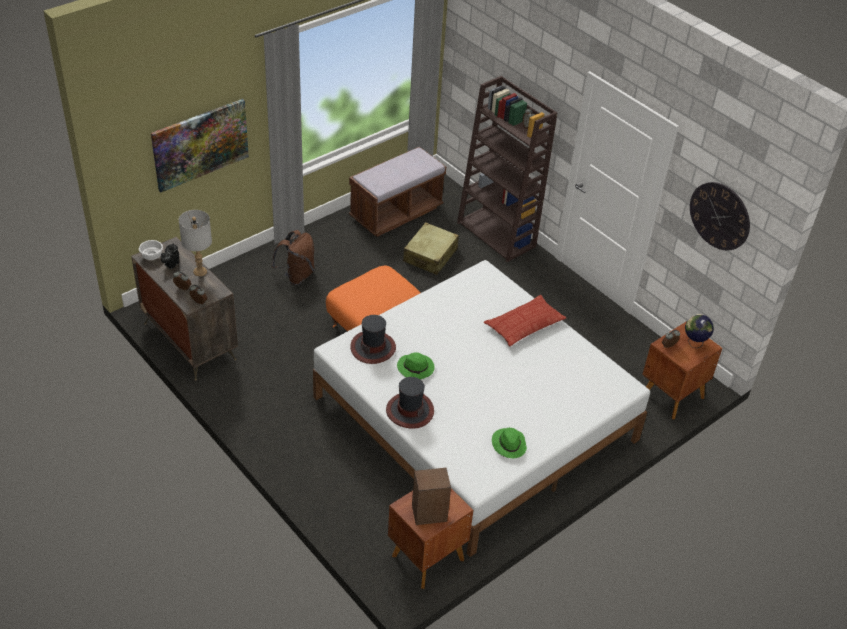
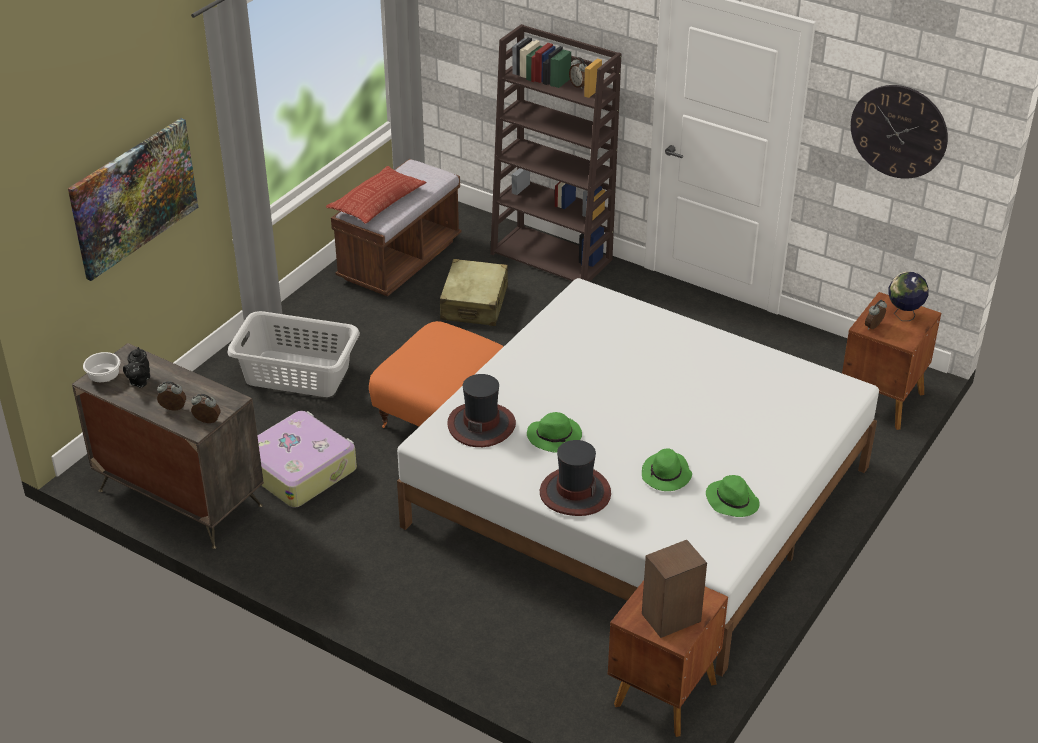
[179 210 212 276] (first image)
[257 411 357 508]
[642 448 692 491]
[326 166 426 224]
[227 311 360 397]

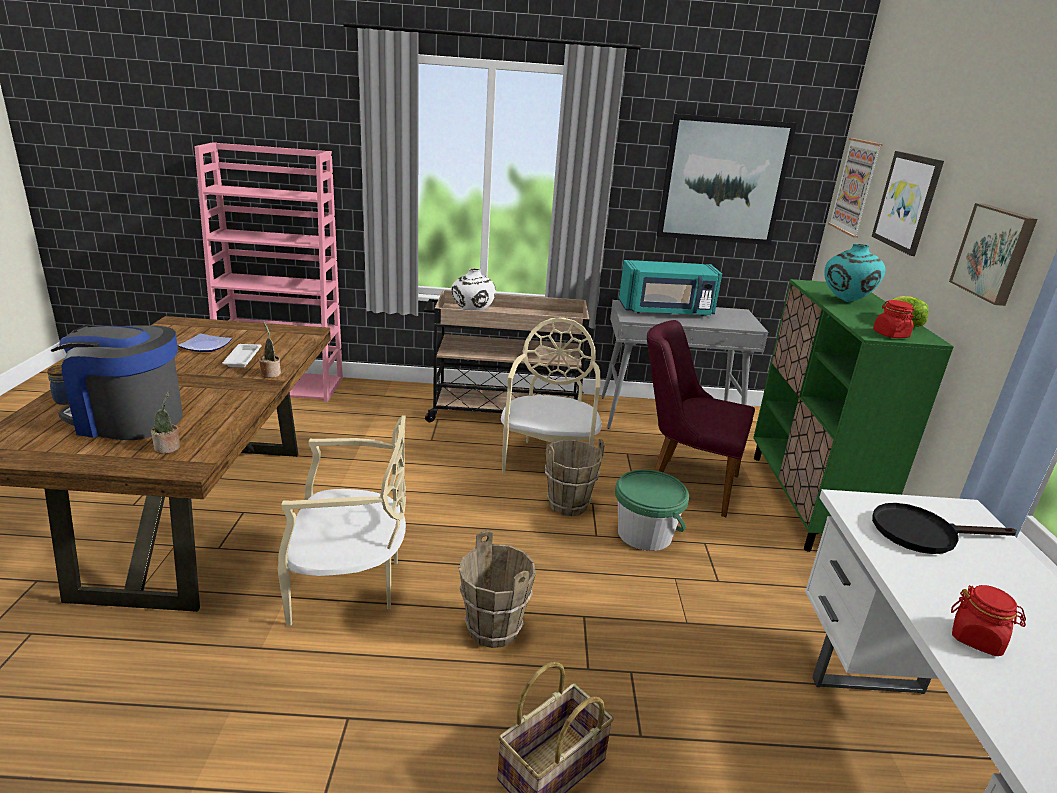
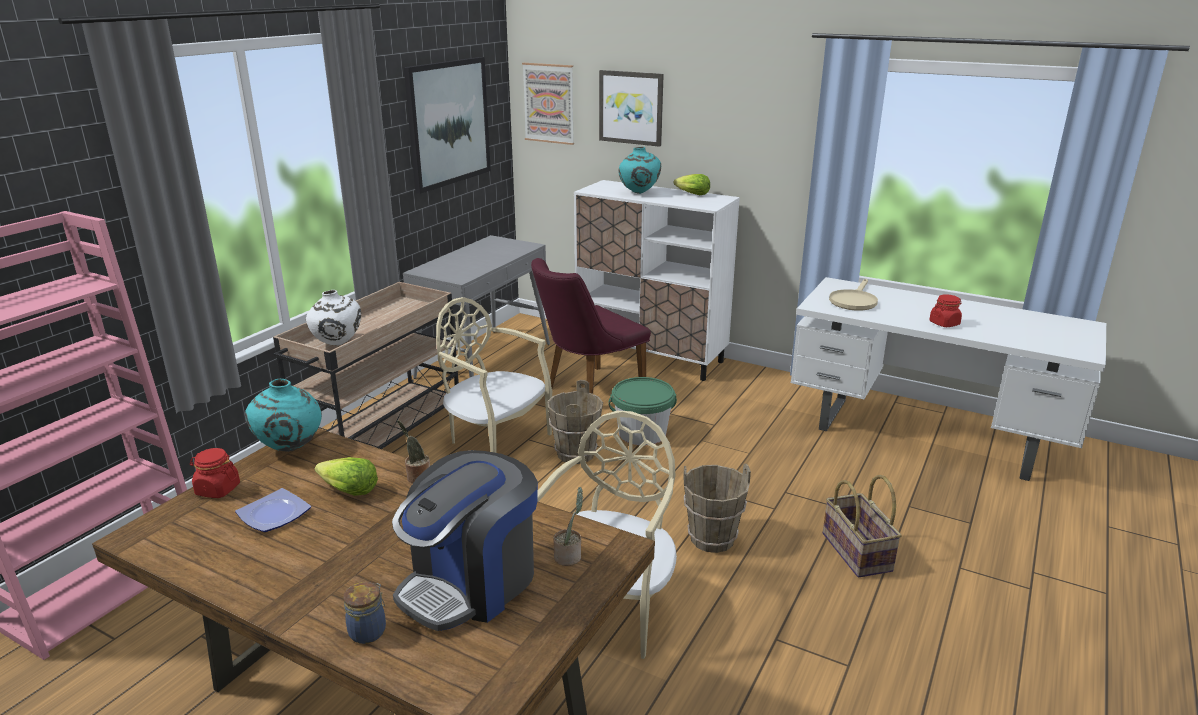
[619 260 722 316] (first image)
[949 203 1038 306] (first image)
[245 379 322 452]
[190 448 240 498]
[315 457 378 496]
[574 180 740 381]
[829 279 878 310]

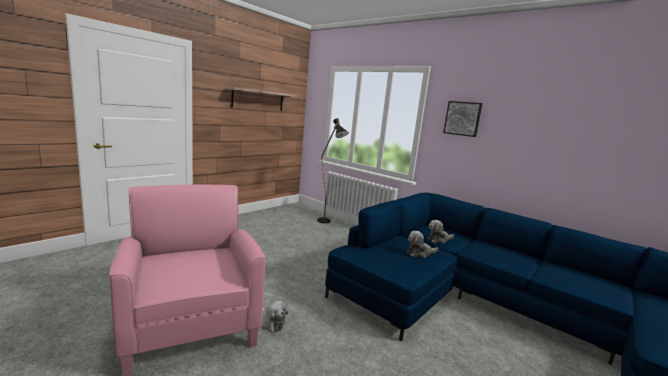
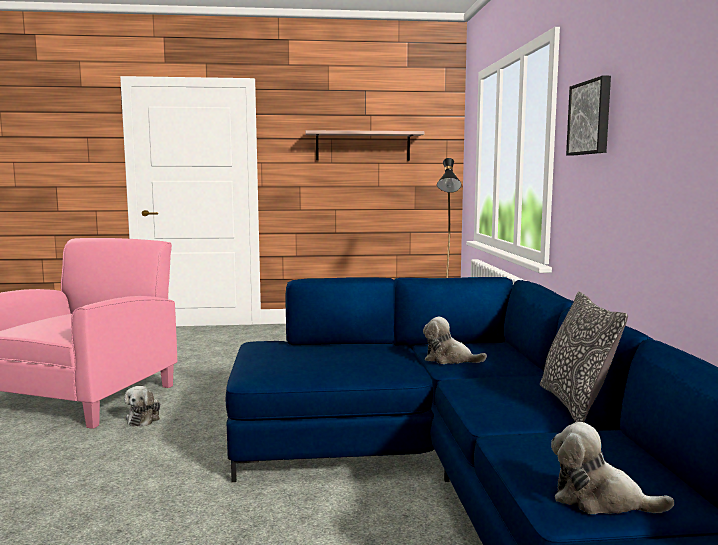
[540 292 628 422]
[551 422 674 514]

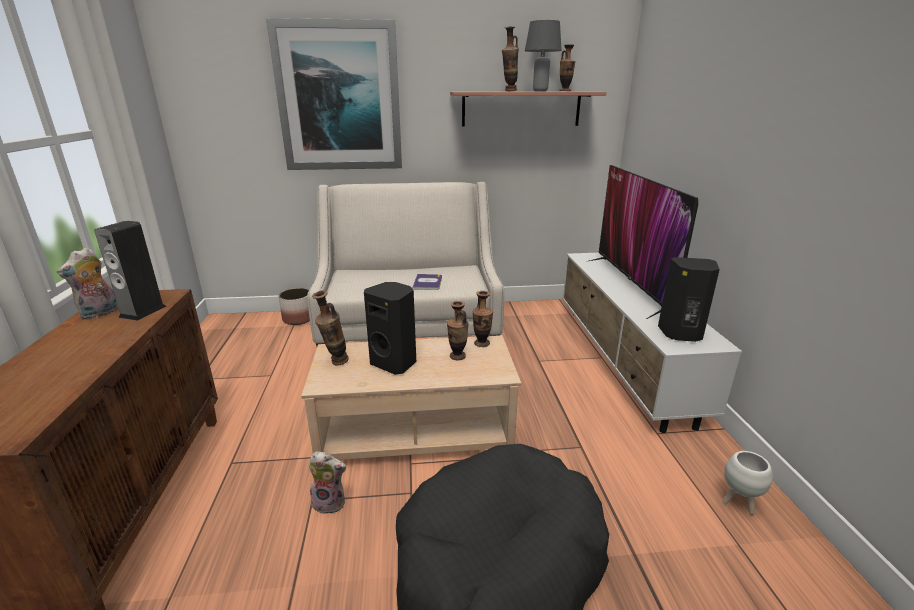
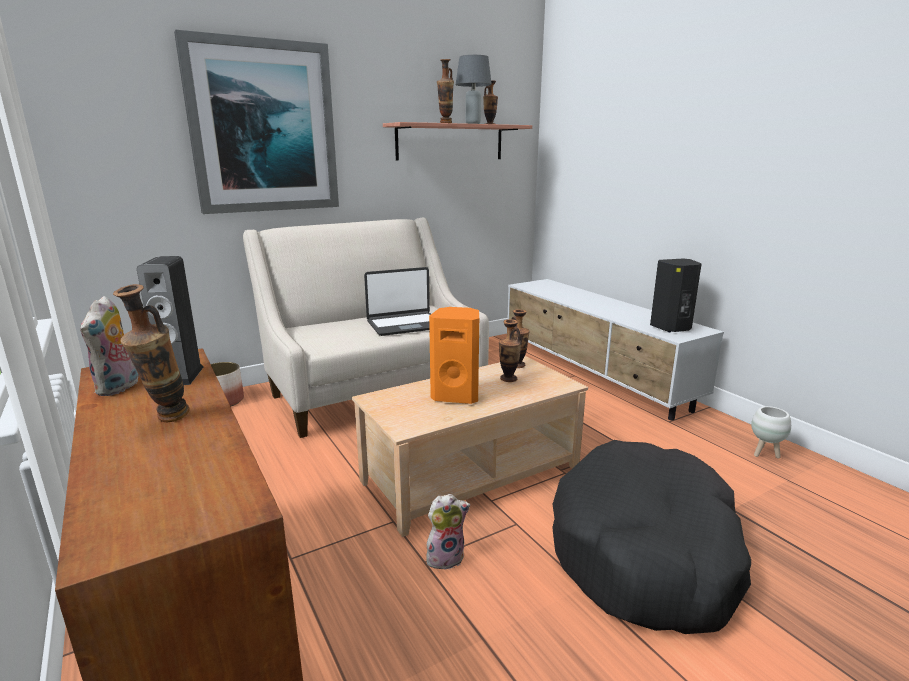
[589 165 698 319] (first image)
[113 284 190 422]
[364 267 431 336]
[429 307 479 404]

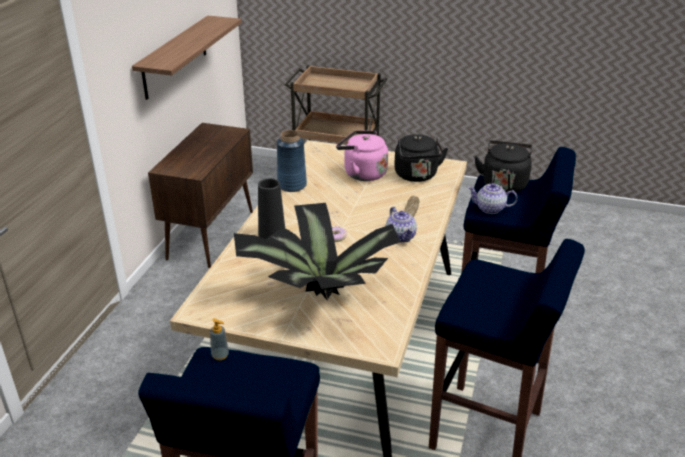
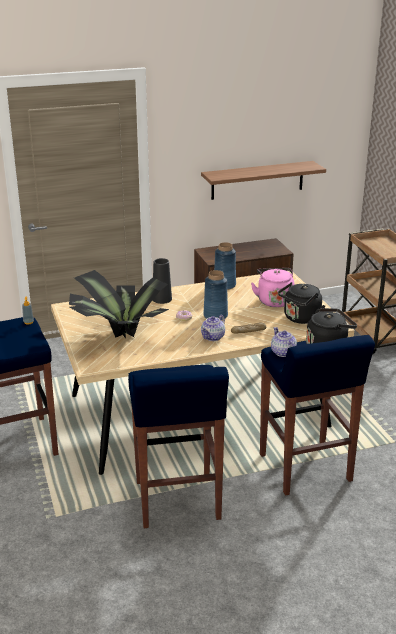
[203 270 228 321]

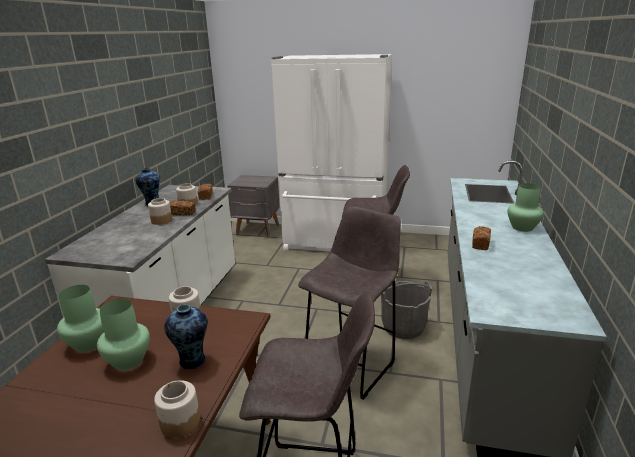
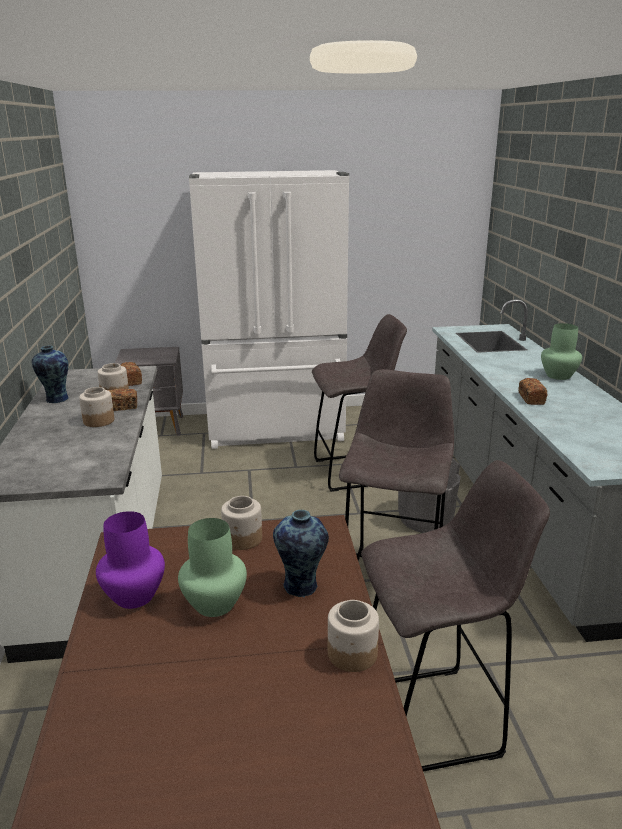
[96 511 165 609]

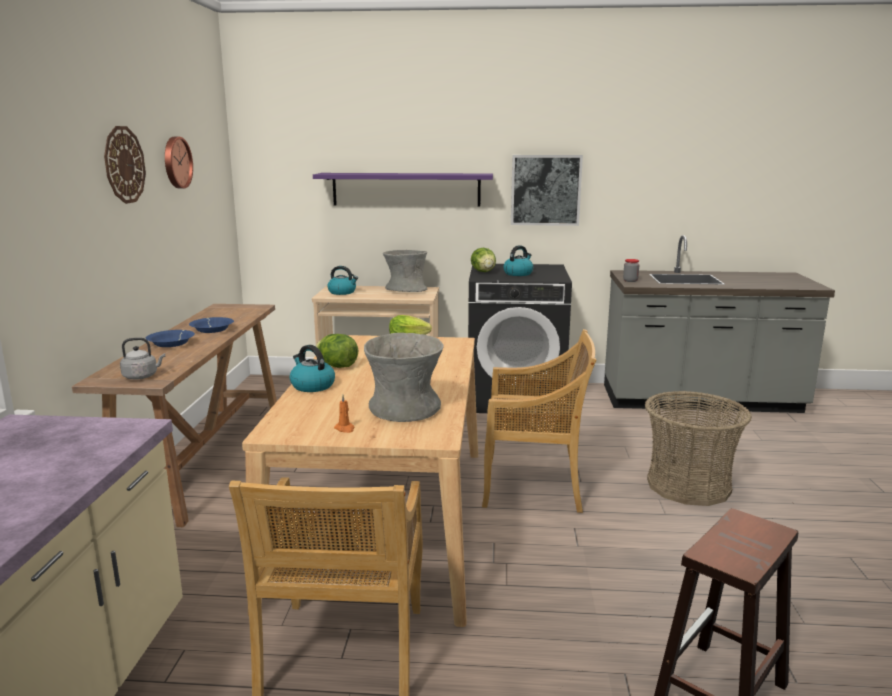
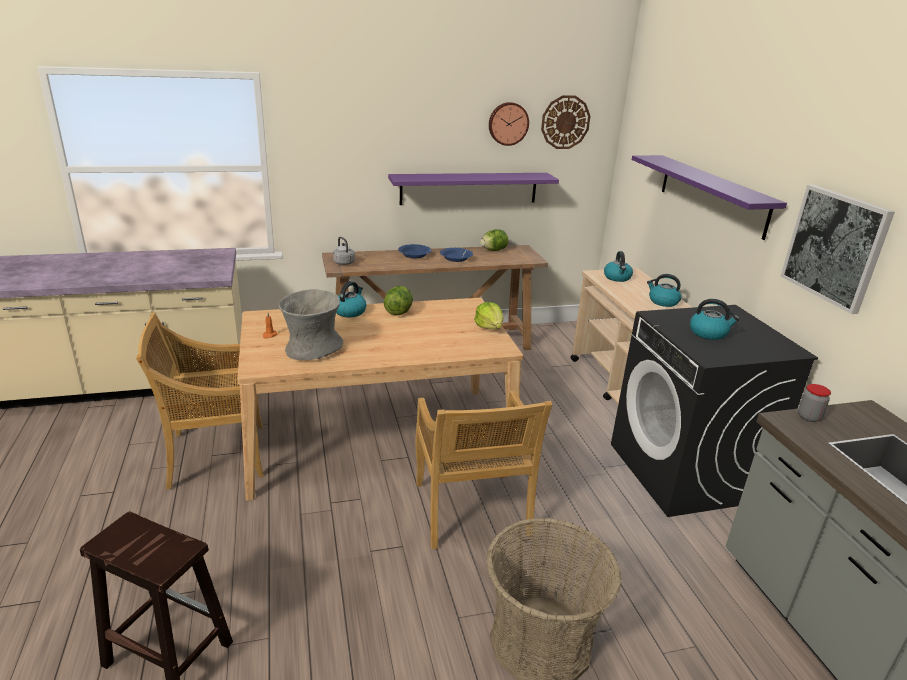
[388 173 559 205]
[541 95 591 149]
[480 229 508 251]
[647 274 681 307]

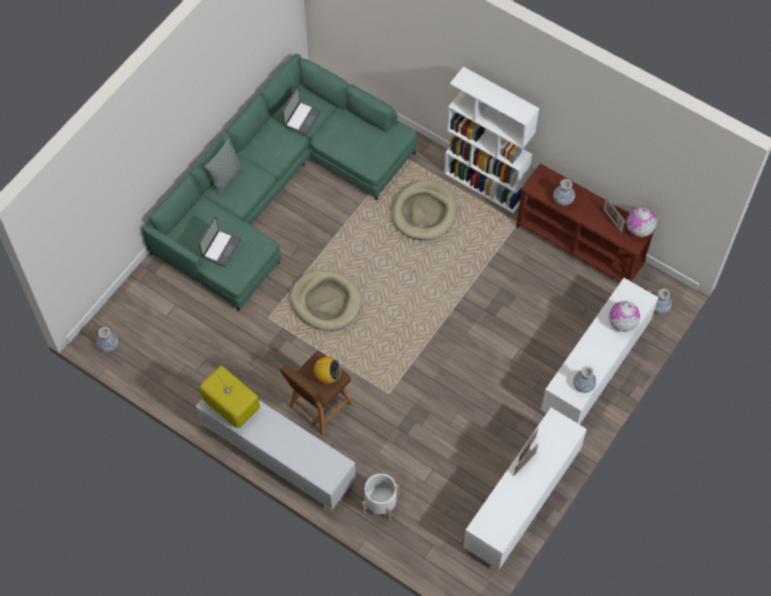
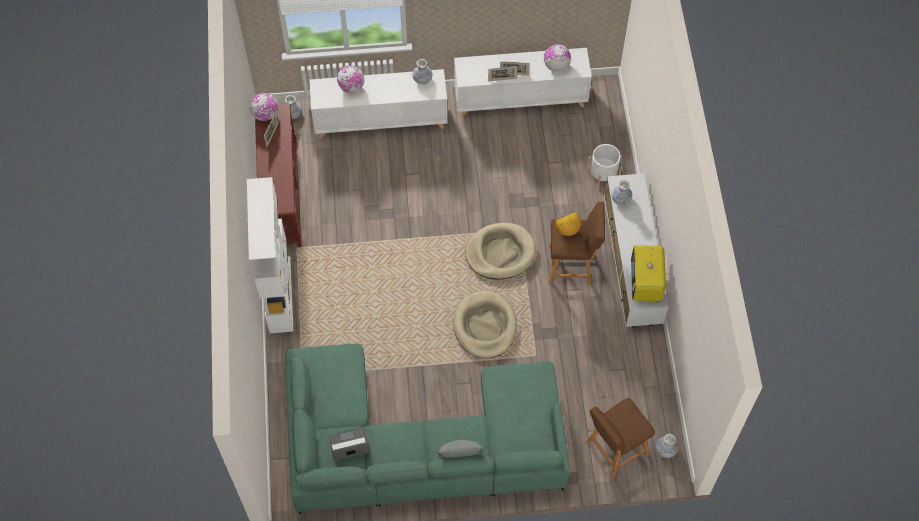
[199 216 242 267] (first image)
[544 44 571 72]
[586 398 655 478]
[465 223 536 280]
[611 180 632 205]

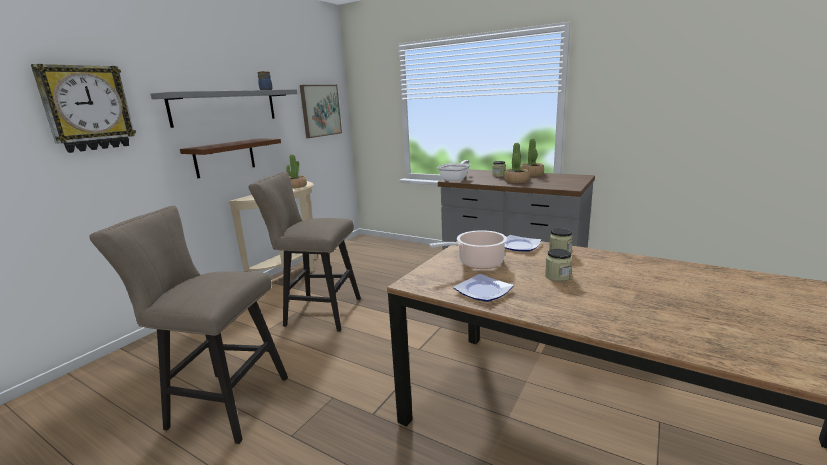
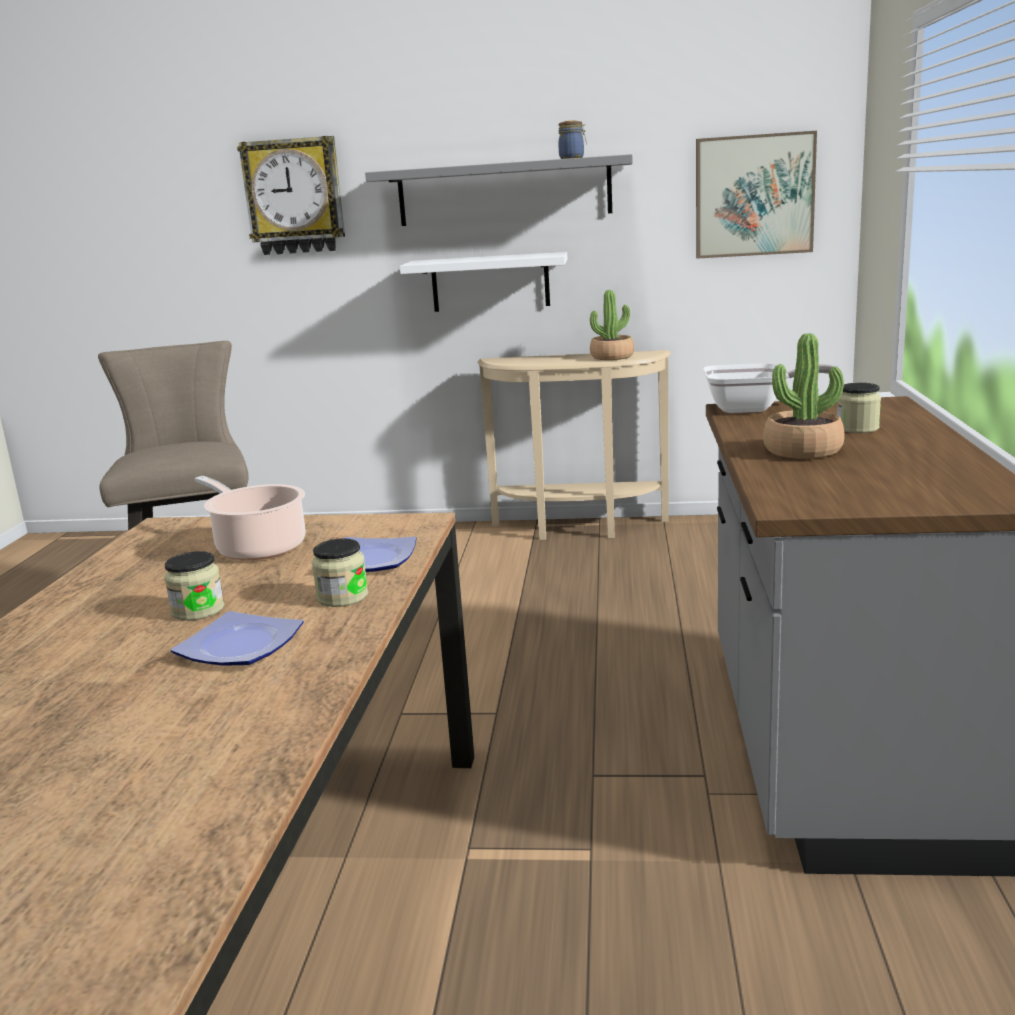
[248 171 361 332] (first image)
[520 139 544 176] (first image)
[171 611 304 666]
[400 252 567 312]

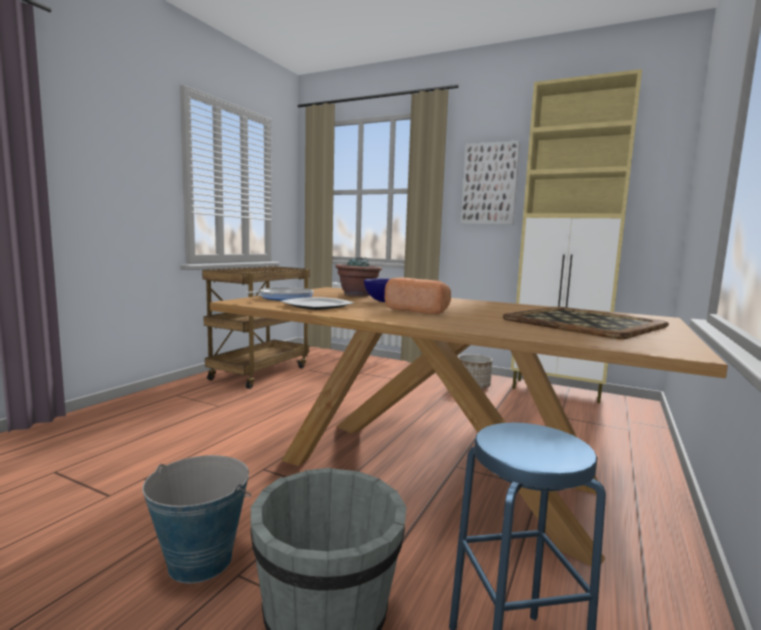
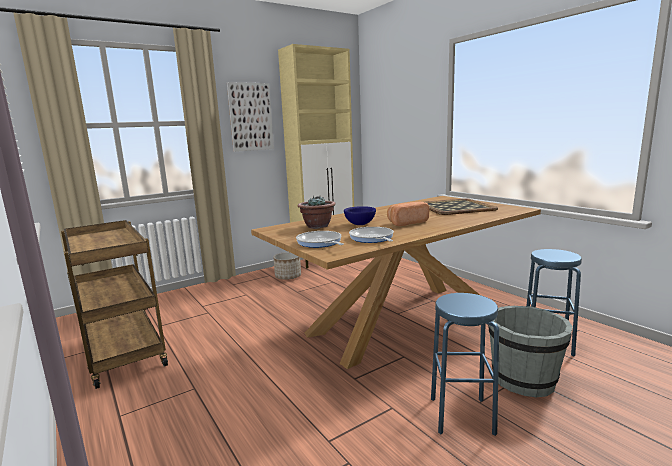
[431 293 499 436]
[349 227 394 243]

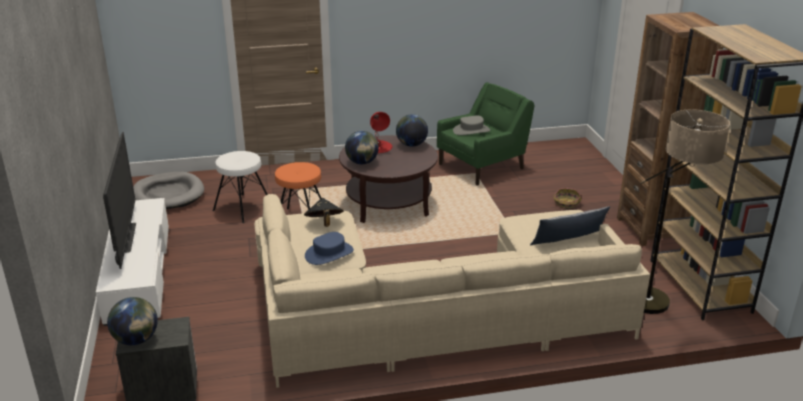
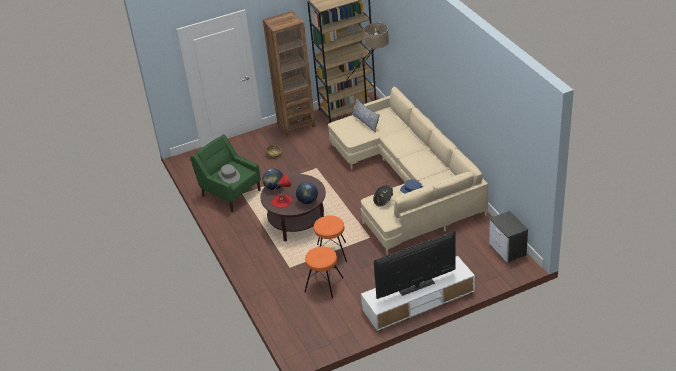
[107 297 158 345] (first image)
[133 172 204 209] (first image)
[305 246 344 299]

